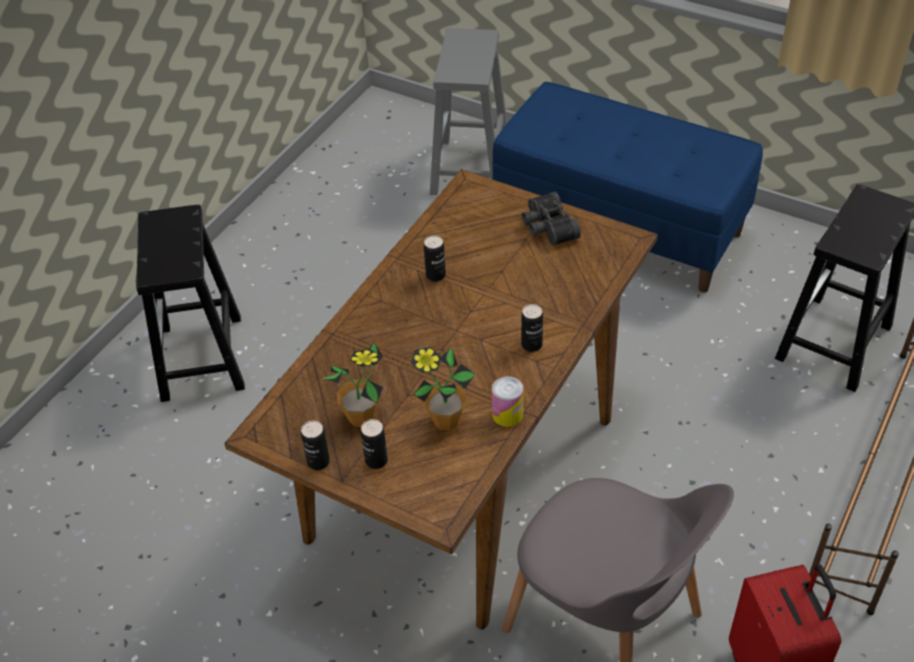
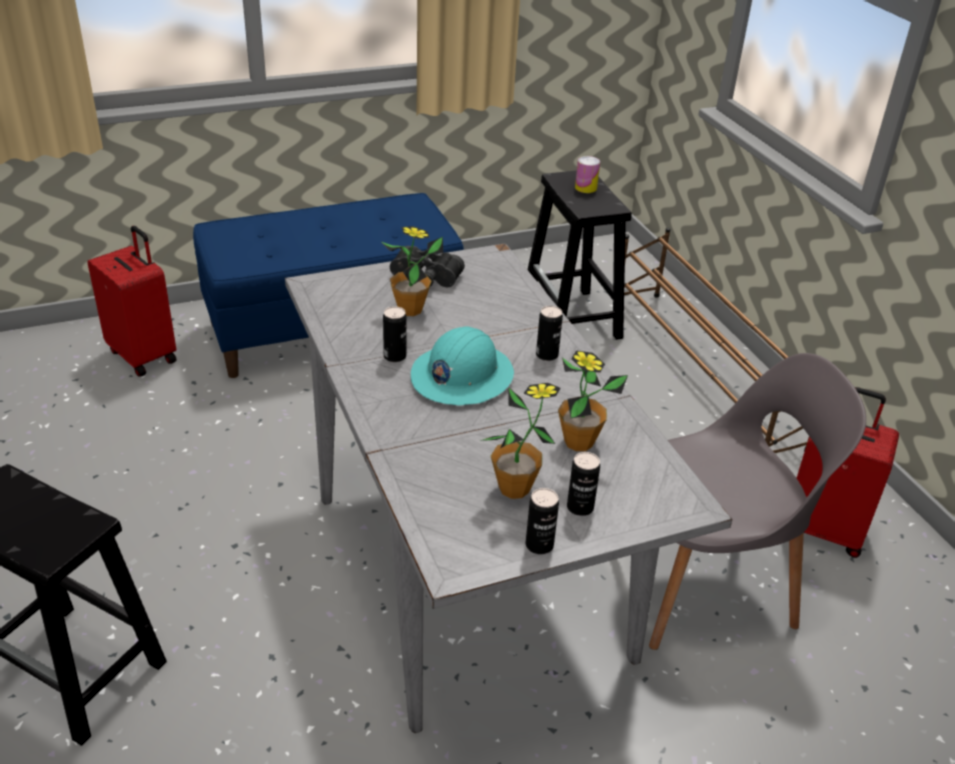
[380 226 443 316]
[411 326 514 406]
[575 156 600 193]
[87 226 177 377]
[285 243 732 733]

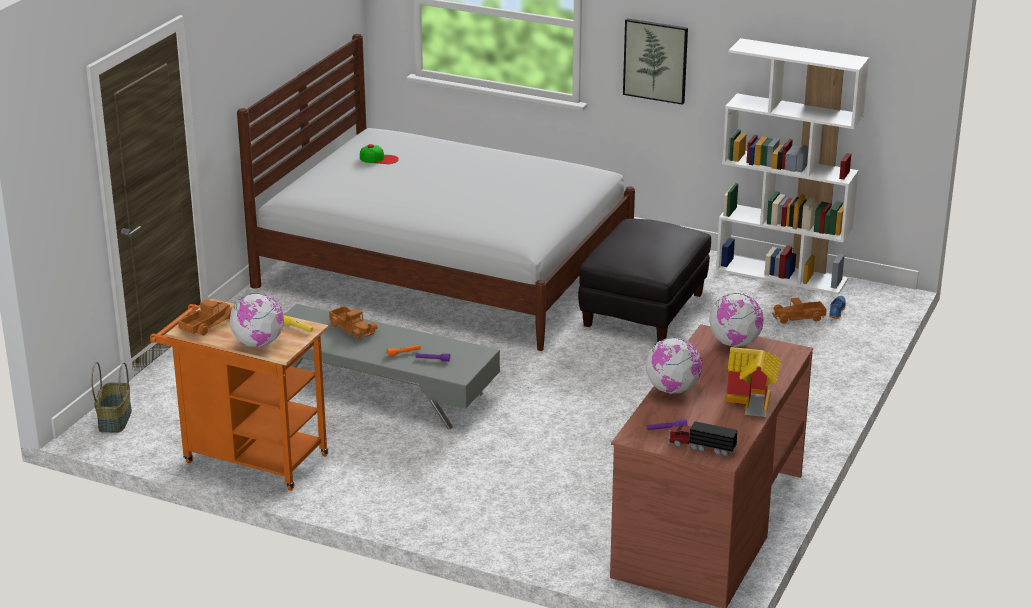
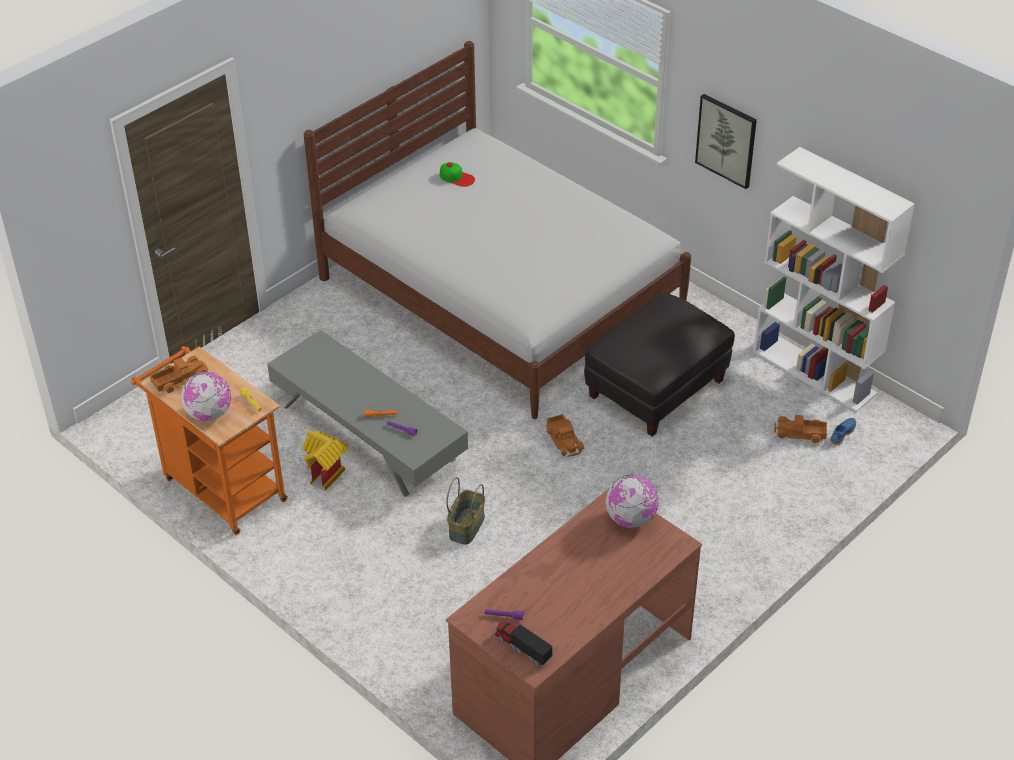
[645 337 702 394] (first image)
[446 477 485 545]
[545 414 584 457]
[302 430 349 491]

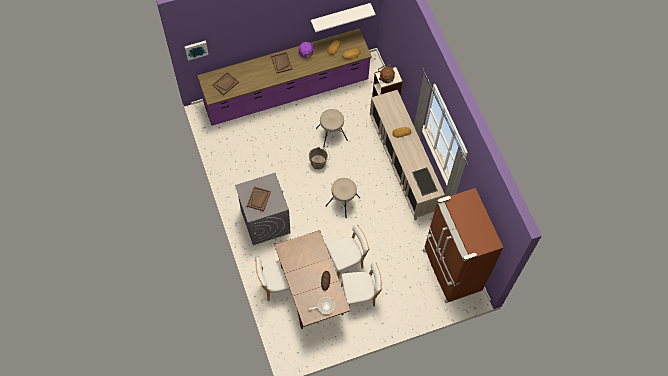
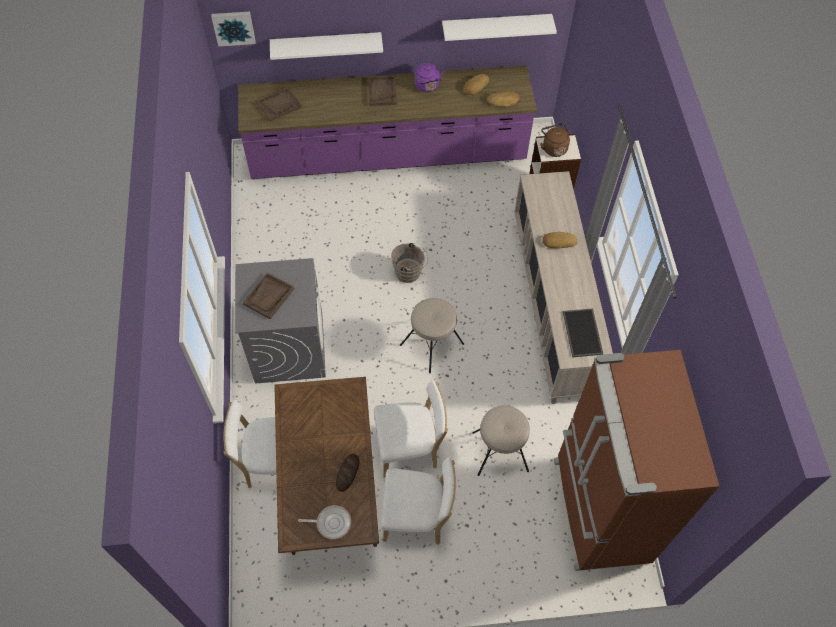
[270 32 383 60]
[472 405 530 476]

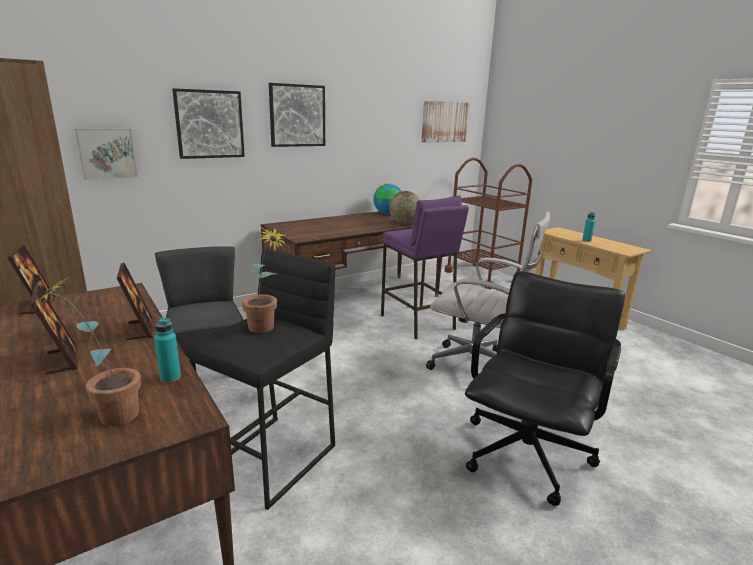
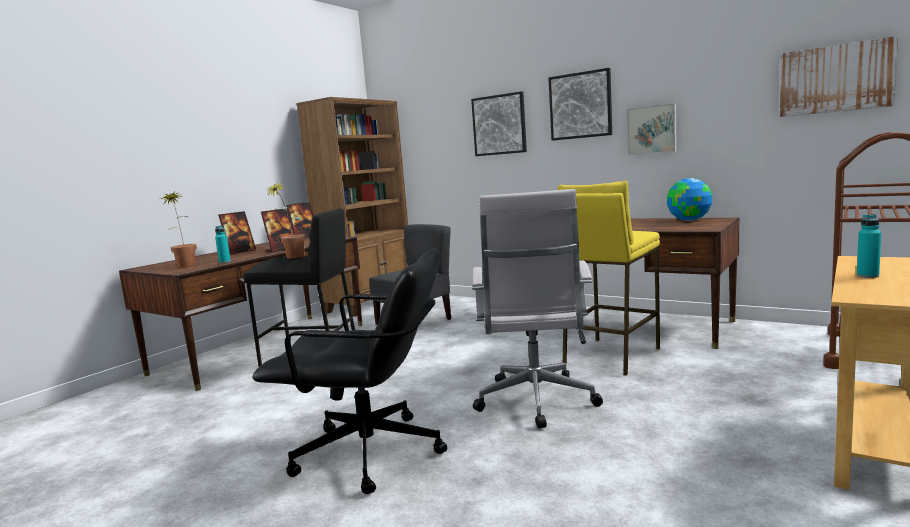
[389 191 420 225] (first image)
[627 103 677 155]
[557 181 660 376]

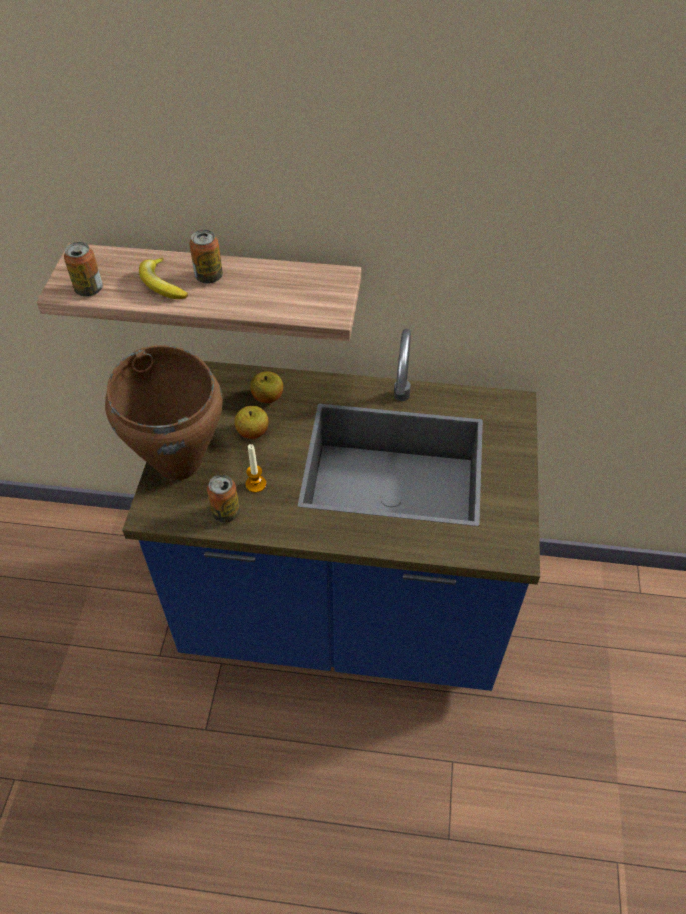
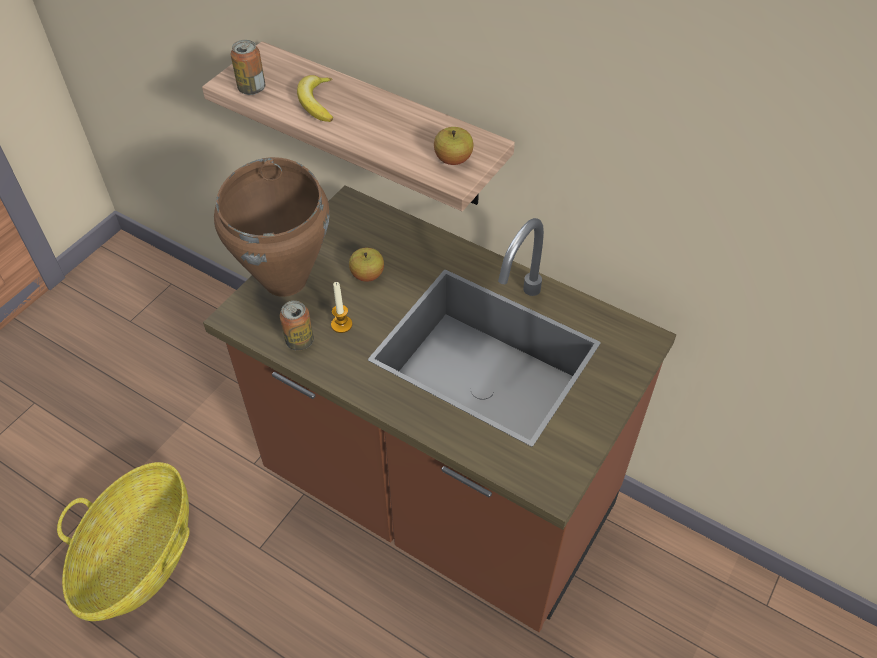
[189 229 223 284] (first image)
[57 462 190 621]
[434 127 474 165]
[203 185 677 632]

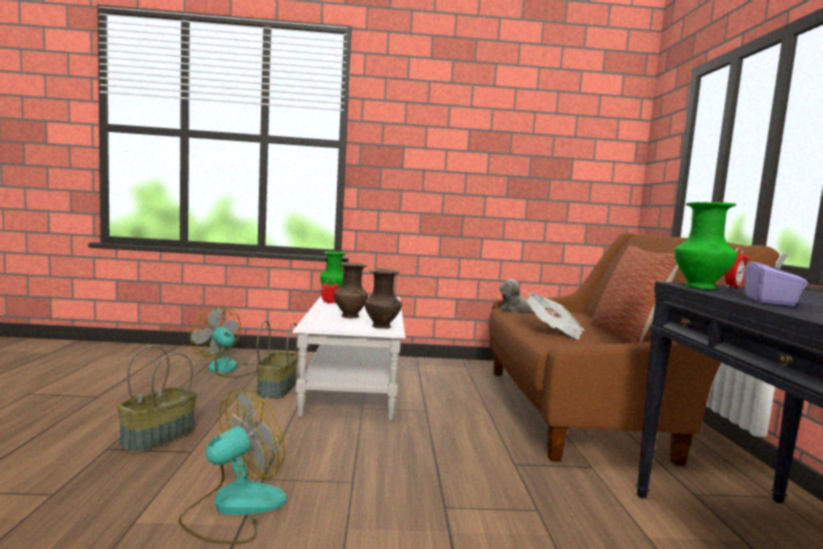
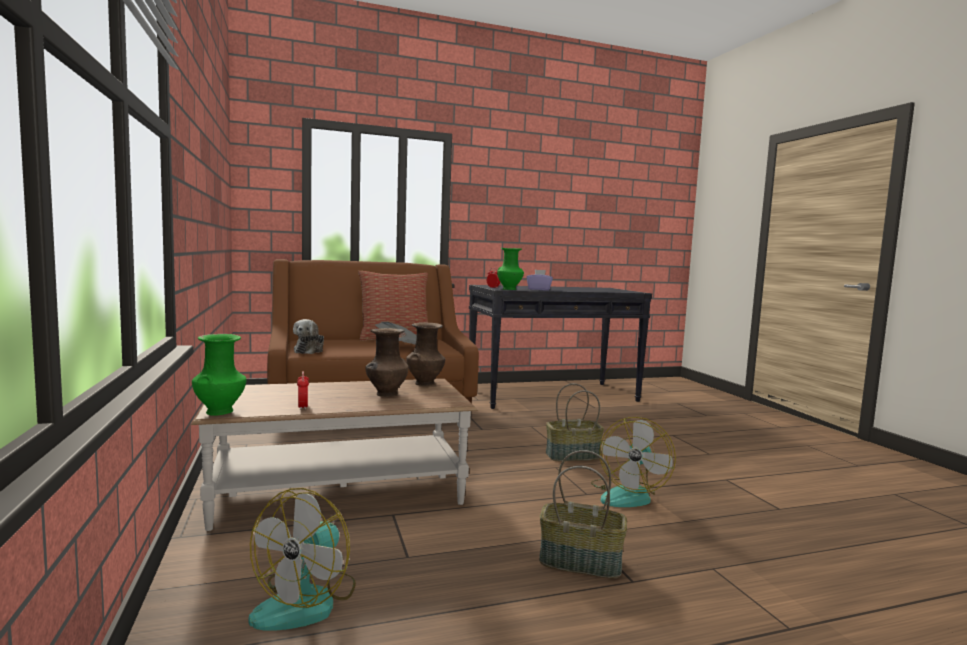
[546 383 604 461]
[191 379 477 531]
[591 417 676 507]

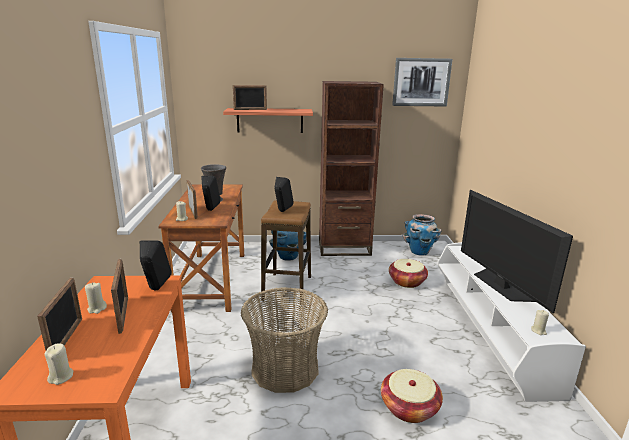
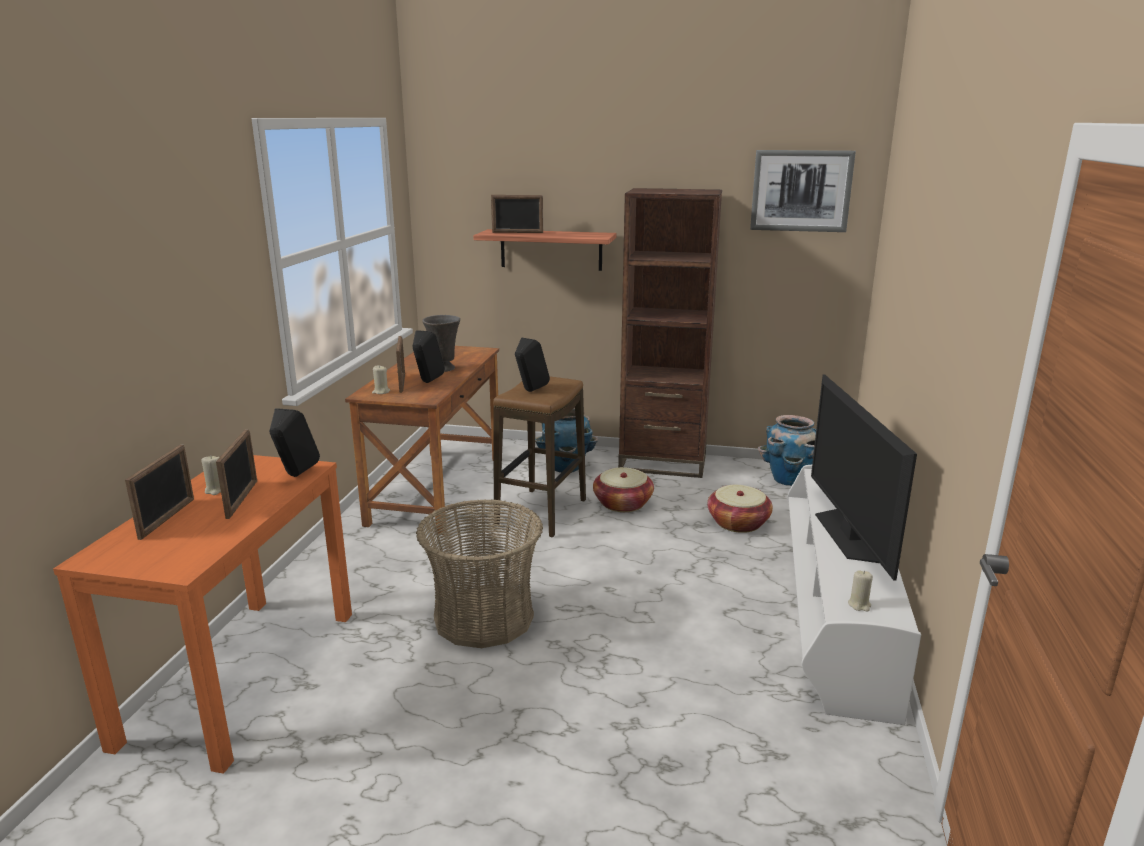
[44 344 73 385] (first image)
[593 467 654 512]

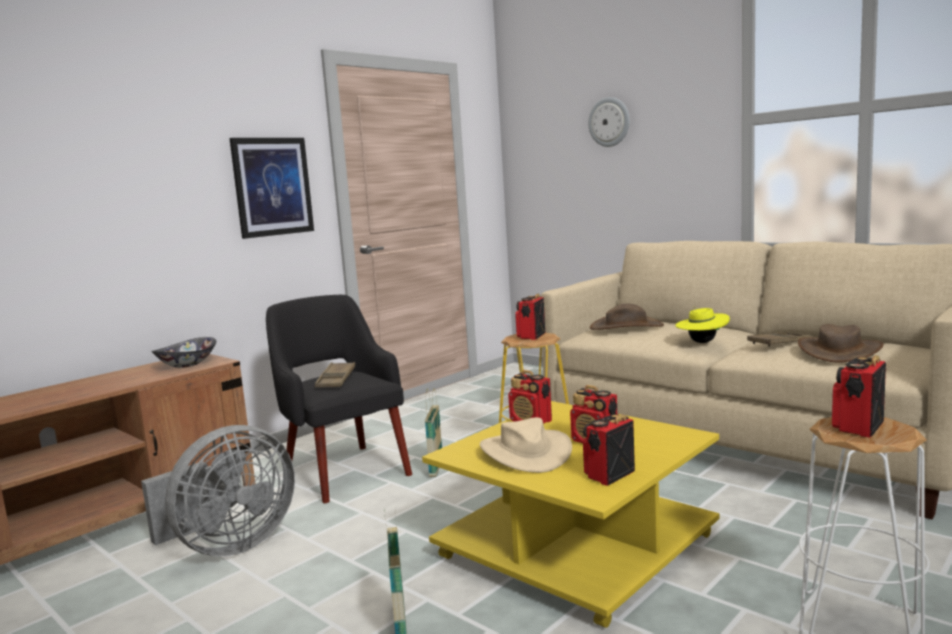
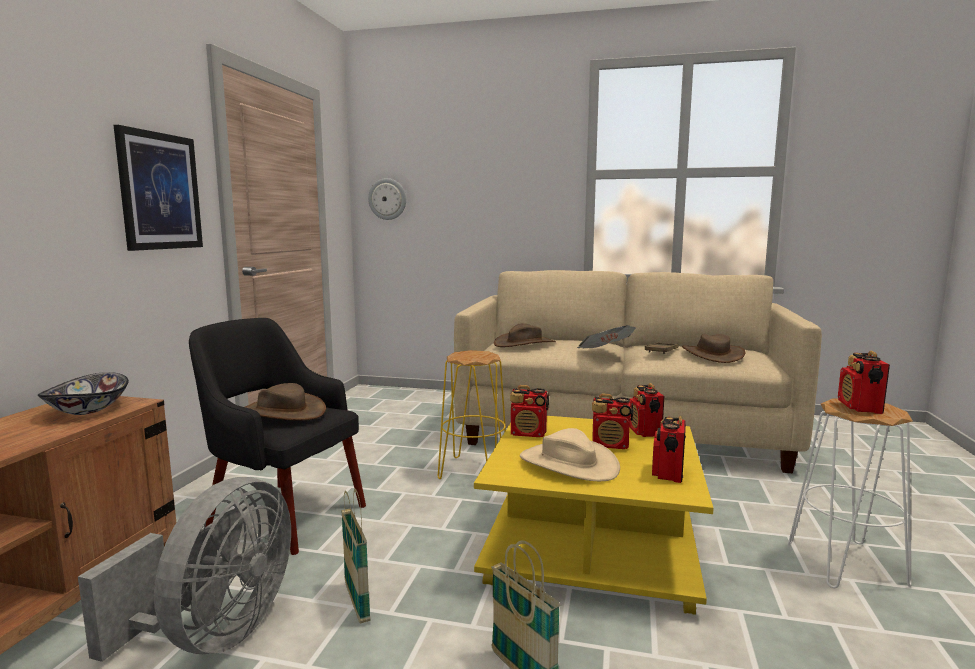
[341 489 370 623]
[629 383 664 437]
[368 178 406 220]
[245 383 326 420]
[577 325 636 349]

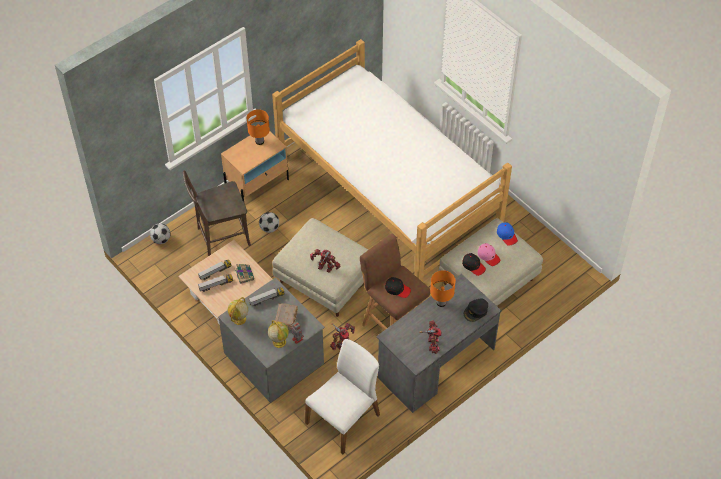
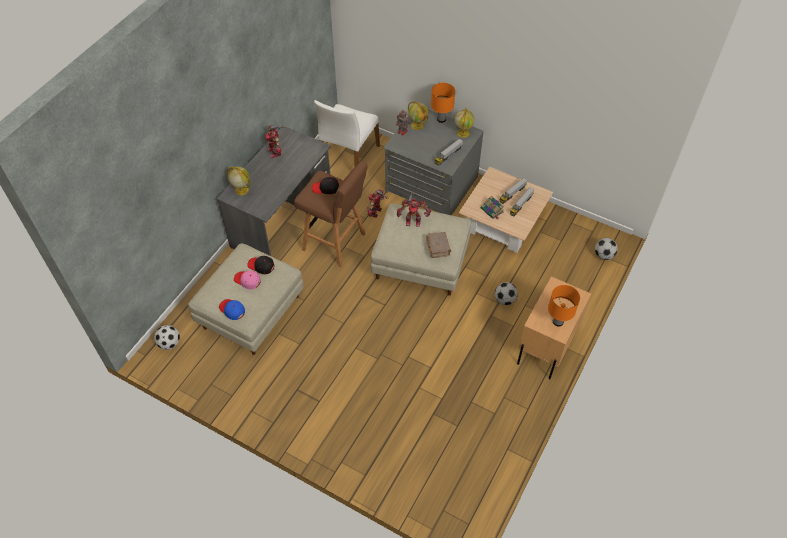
[183 171 251 256] (first image)
[272 39 512 282] (first image)
[154 325 180 350]
[426 232 451 258]
[431 83 455 123]
[227 167 251 195]

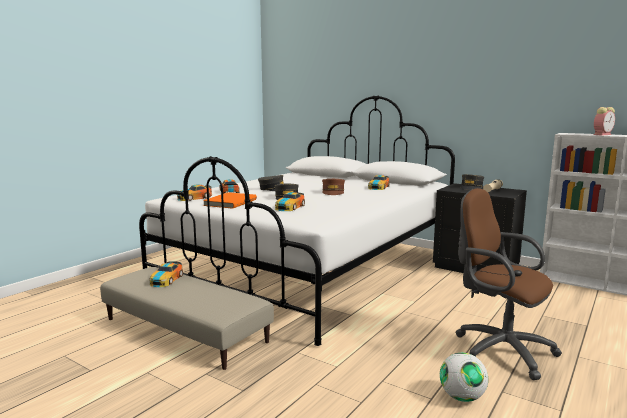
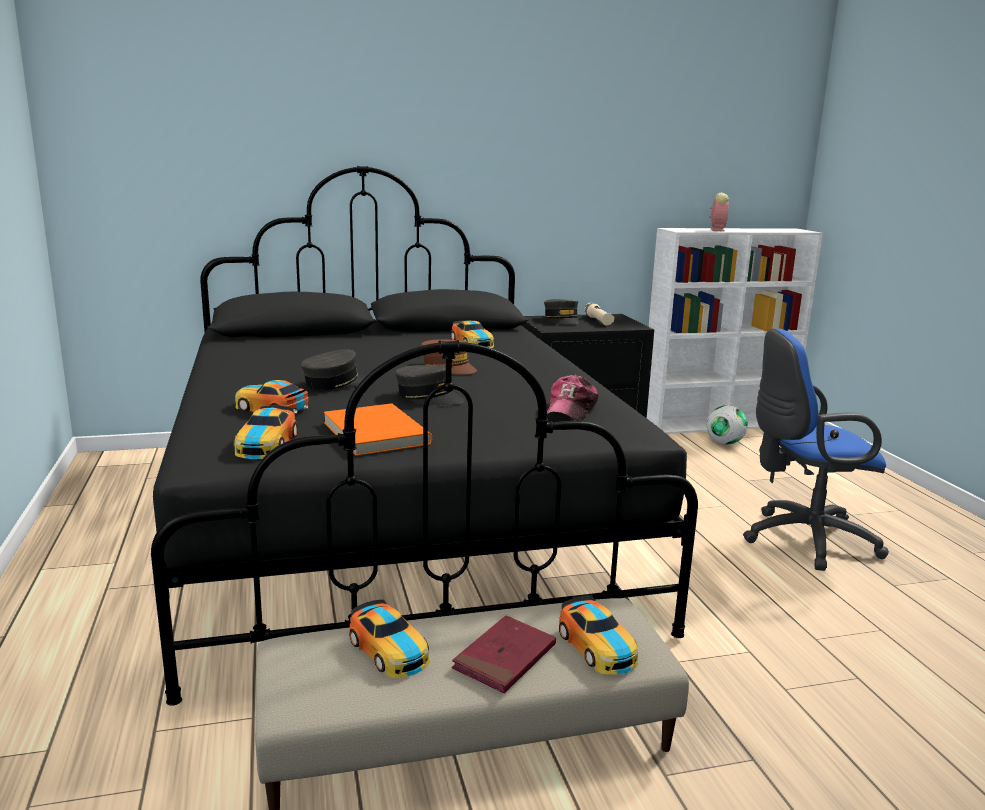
[452 615 556 693]
[547 375 599 421]
[559 596 638 675]
[707 405 748 445]
[151 166 698 706]
[743 328 889 571]

